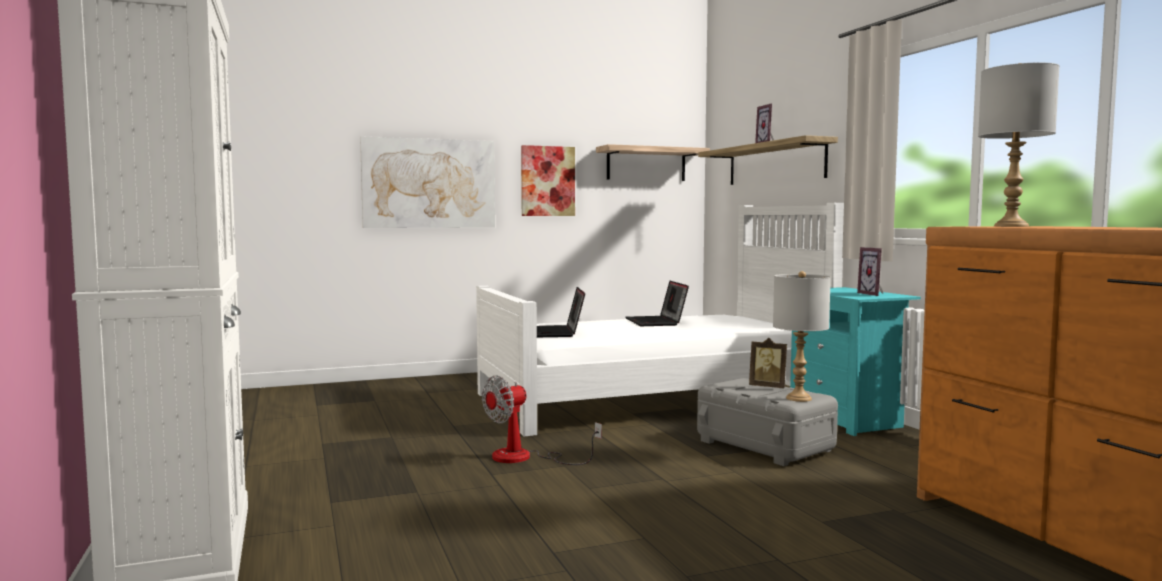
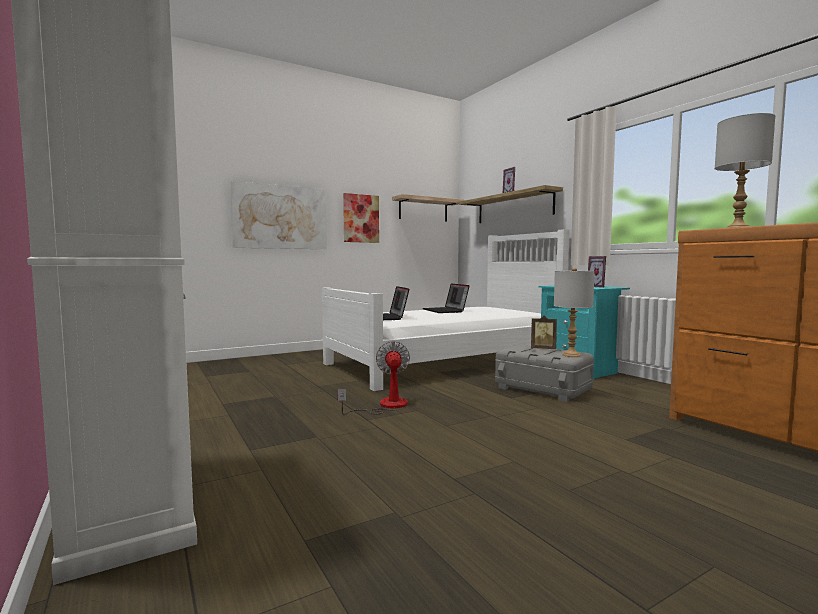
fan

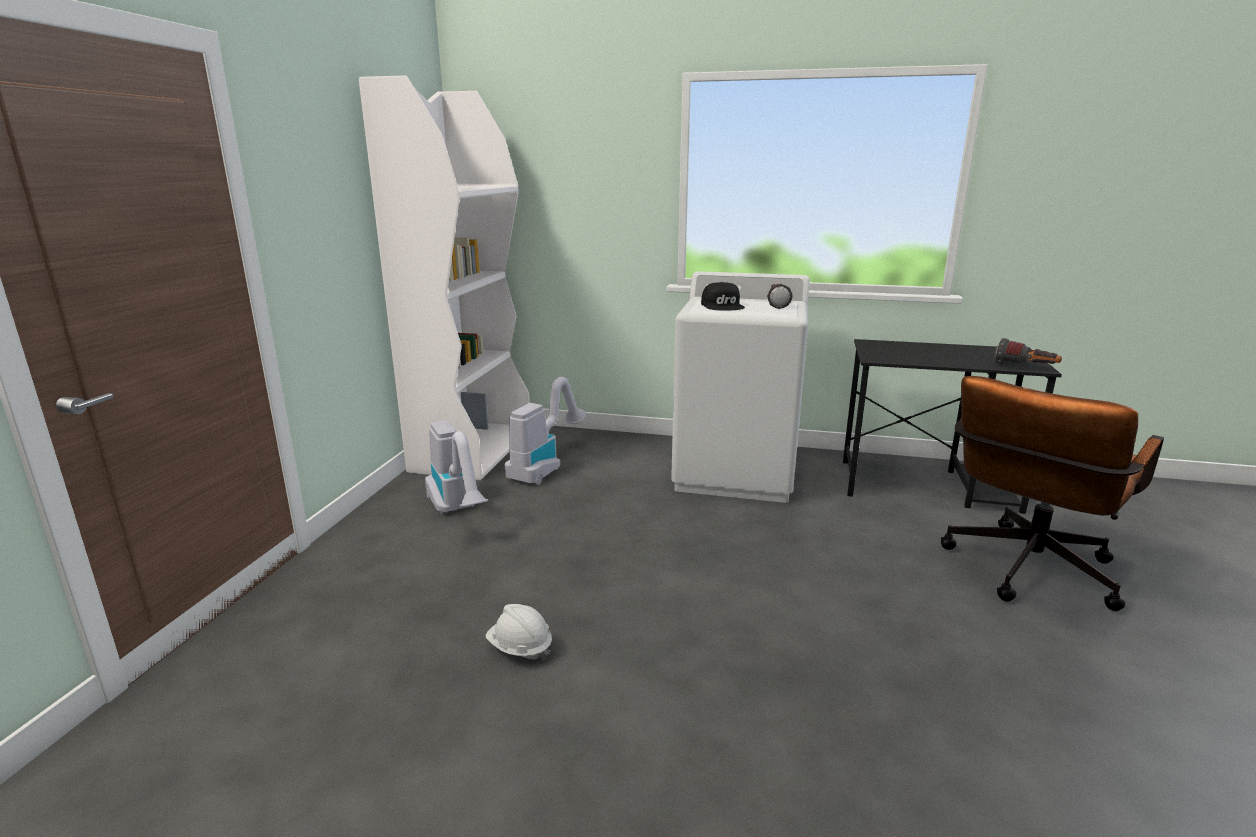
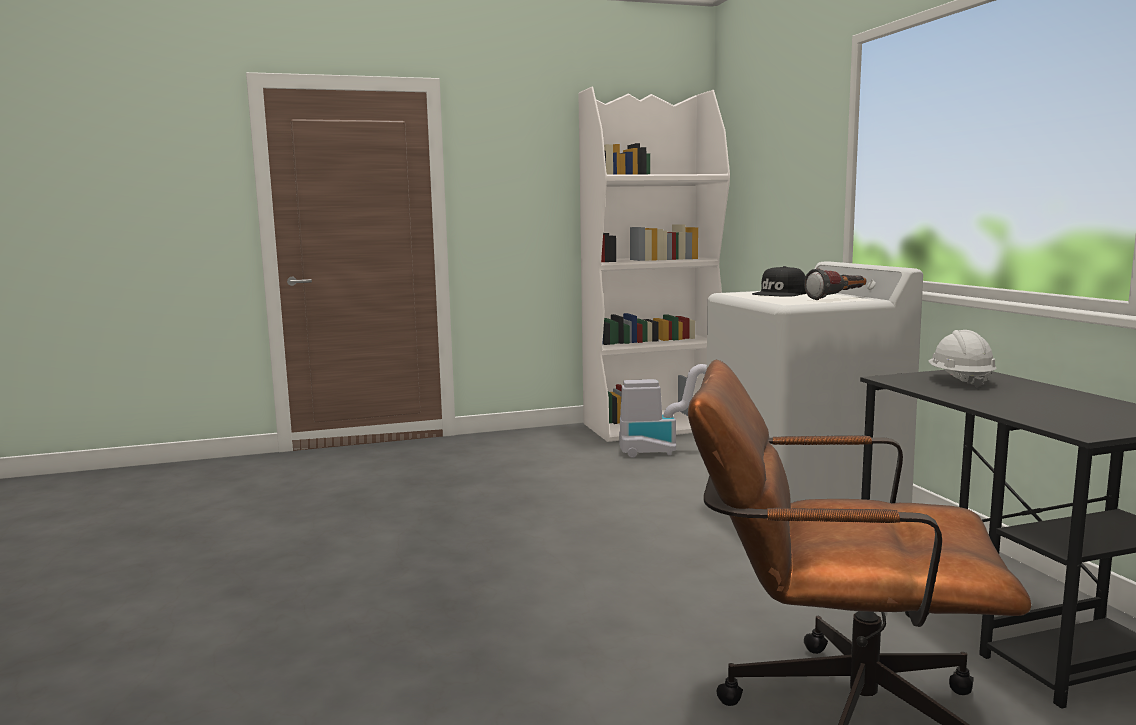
vacuum cleaner (1st from left in the first image); flashlight (2nd from left in the first image); hard hat in white

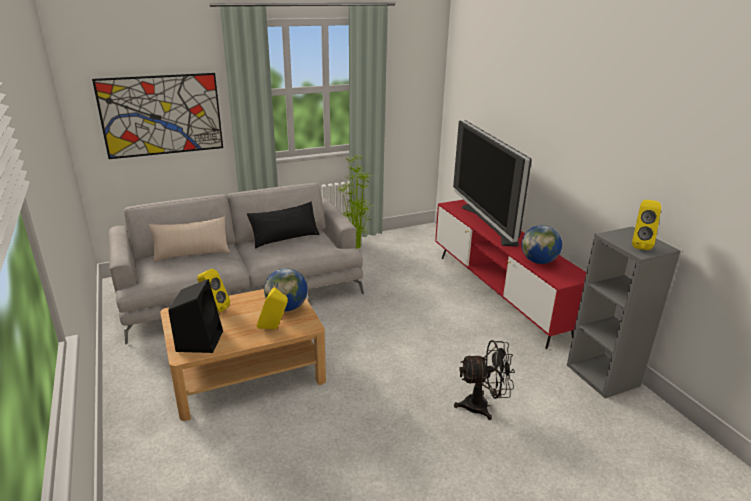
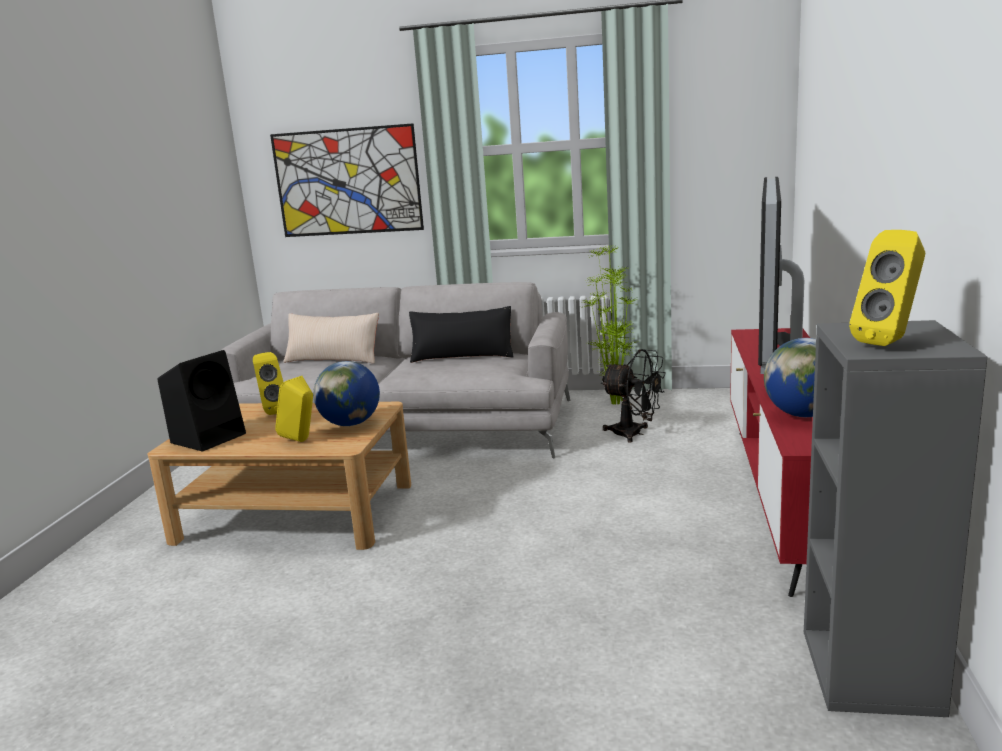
fan in black

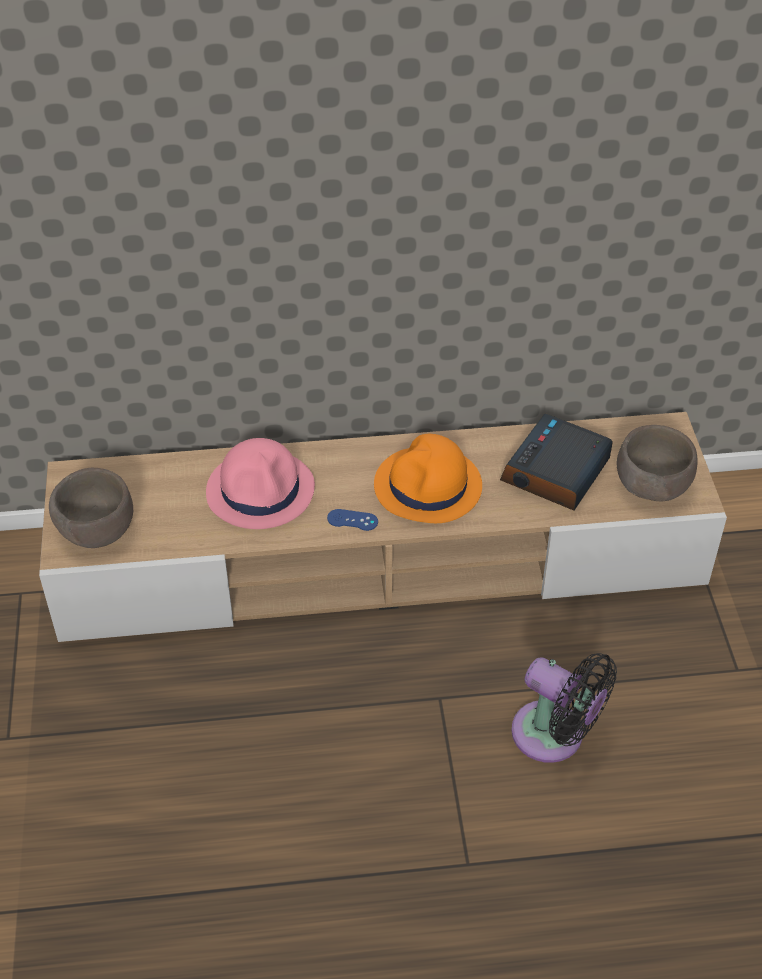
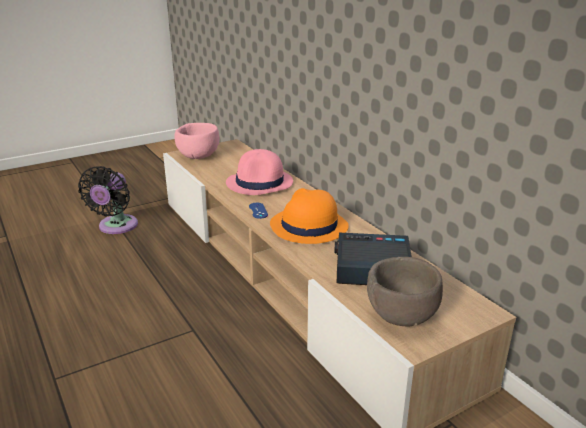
fan in black; bowl in pink

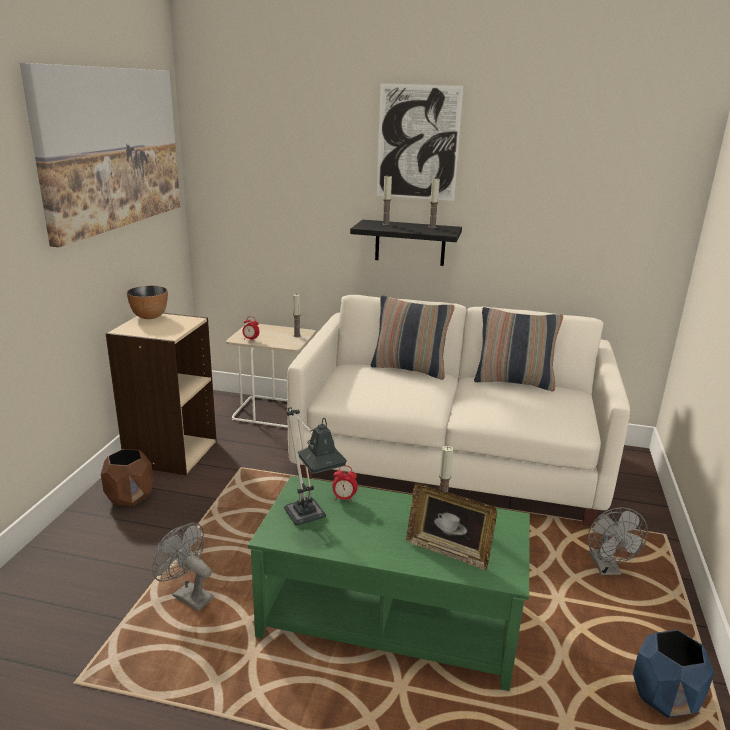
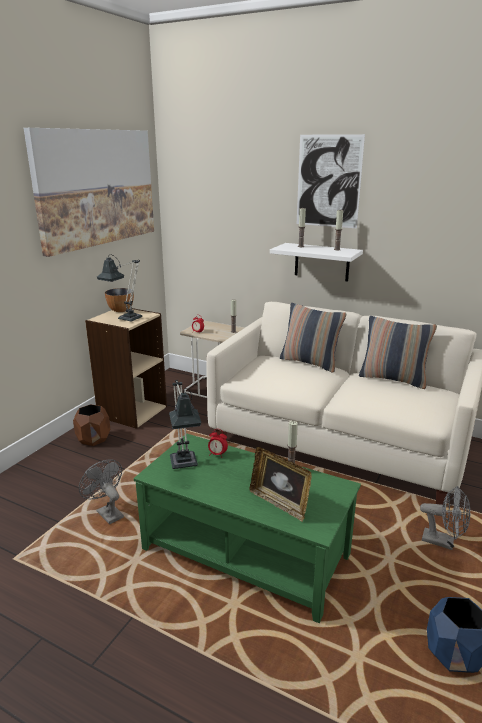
table lamp (1st from left); shelf in white; fan in grey (2nd from left)

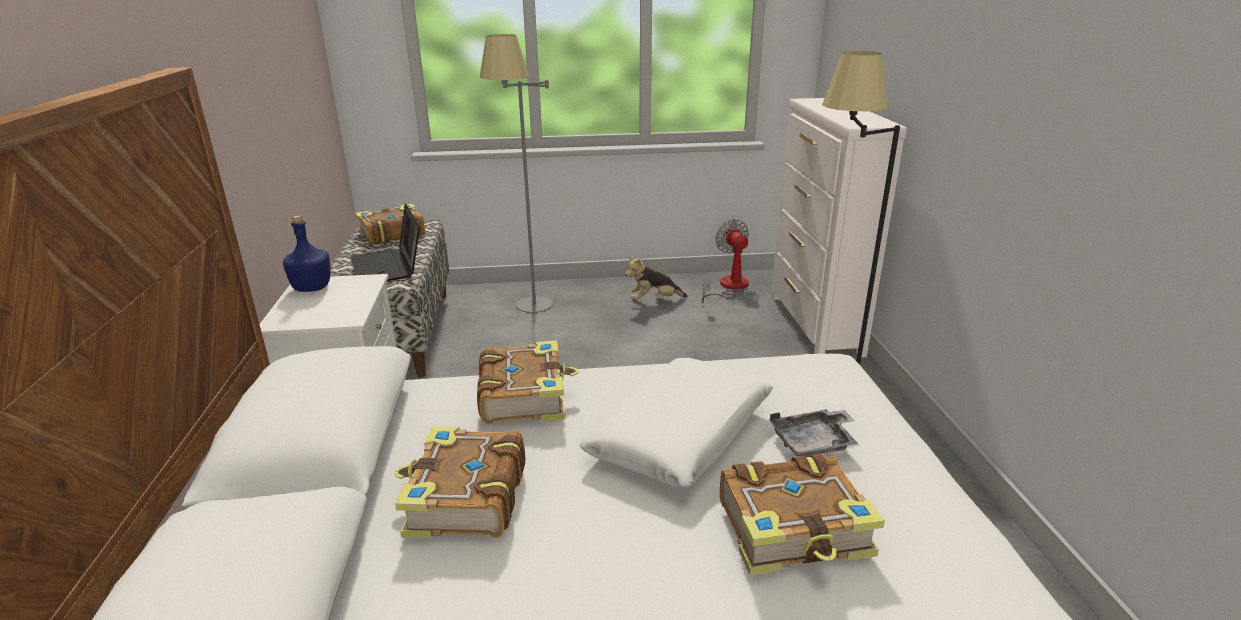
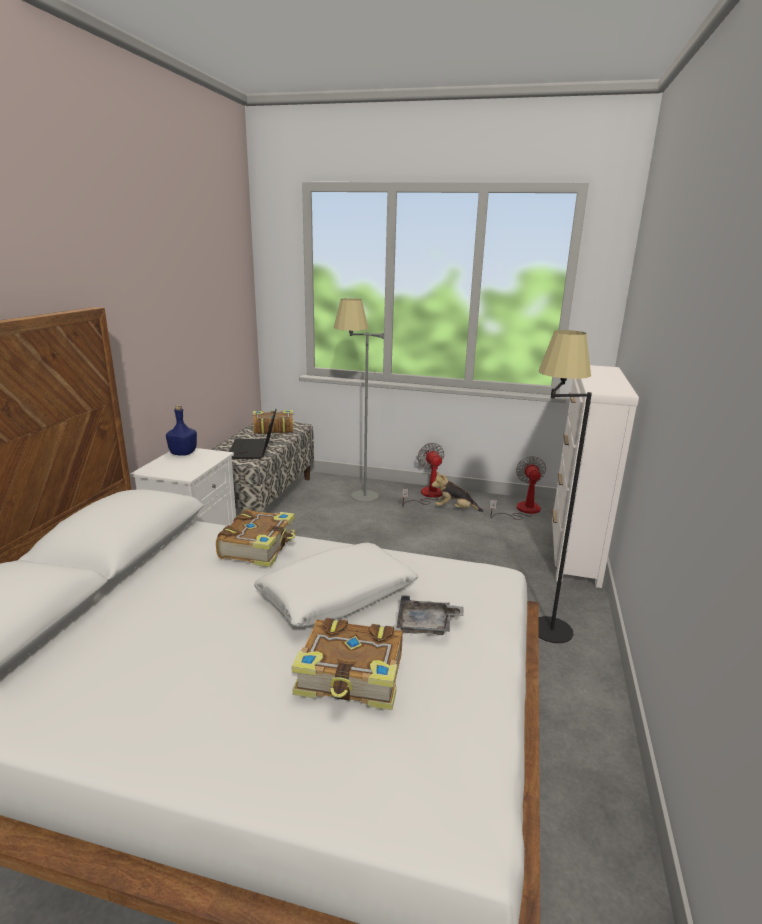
book (2nd from left in the first image); fan (1st from left)

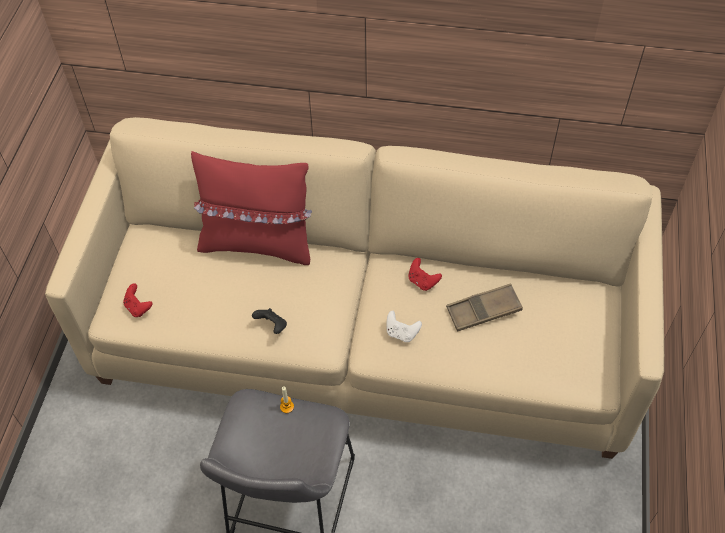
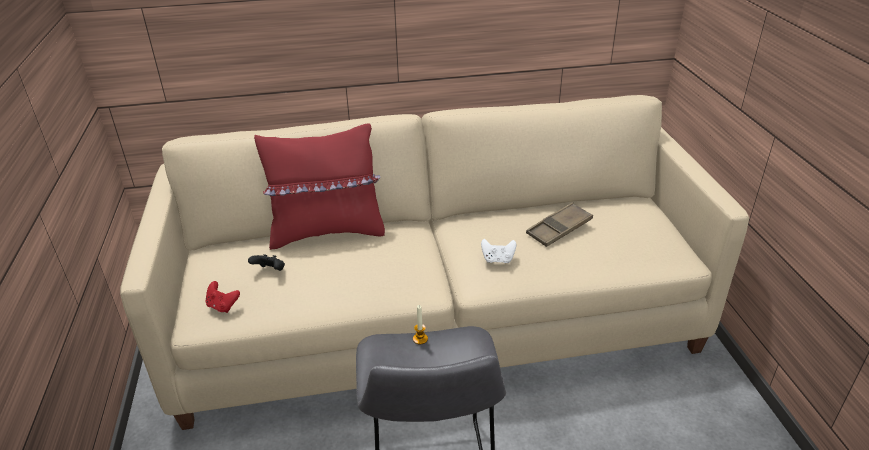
game controller in red (2nd from left in the first image); game controller in black

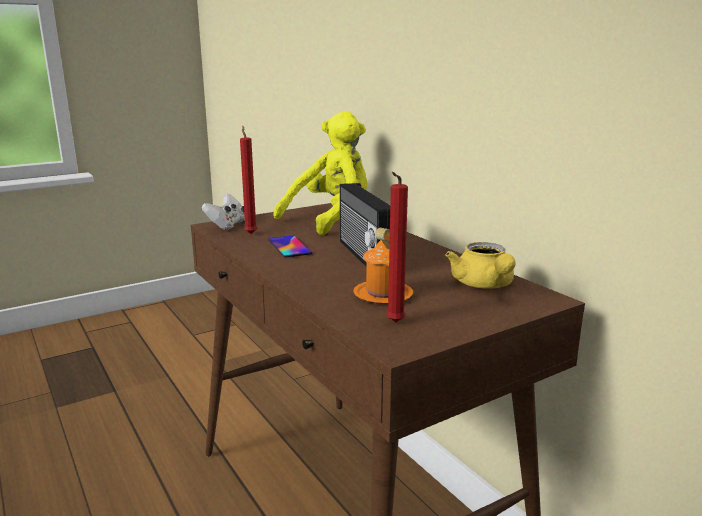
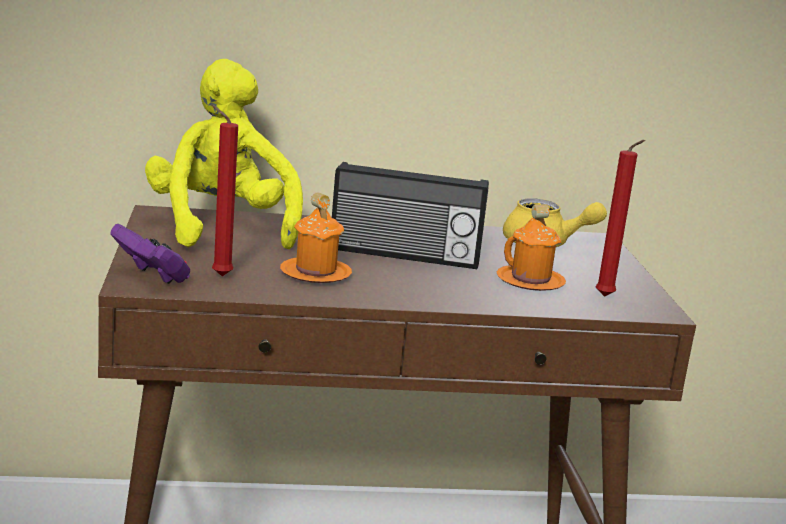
mug in orange (1st from left); game controller in purple

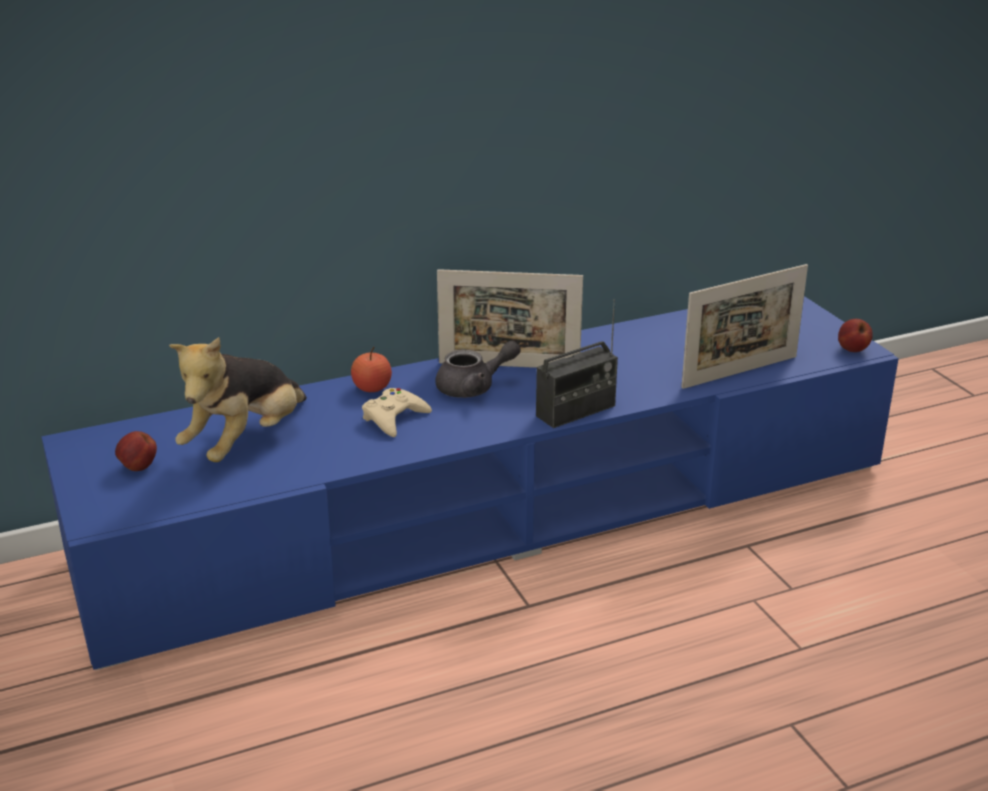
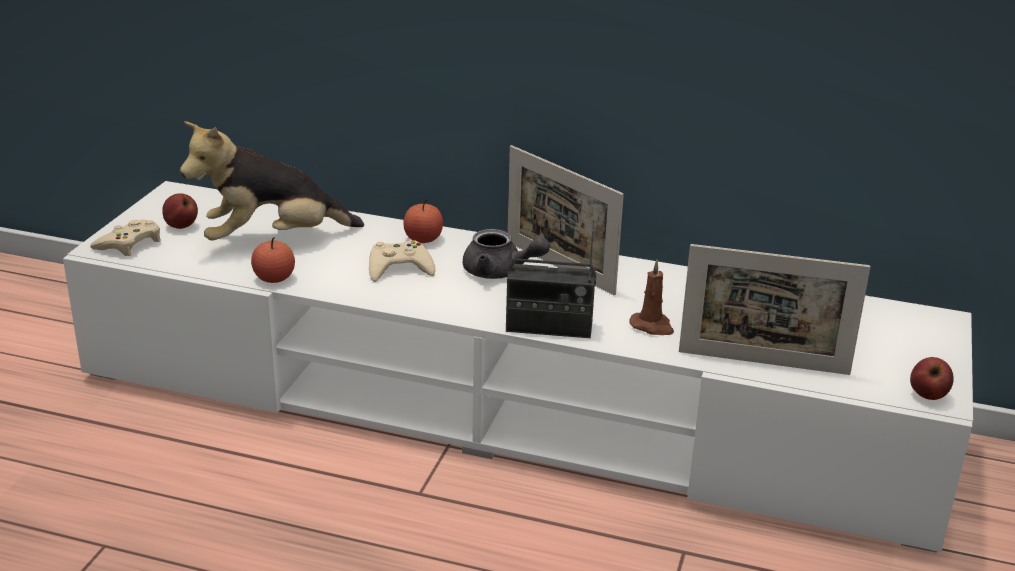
game controller in beige (1st from left); apple (2nd from left); candle in brown; tv stand in white

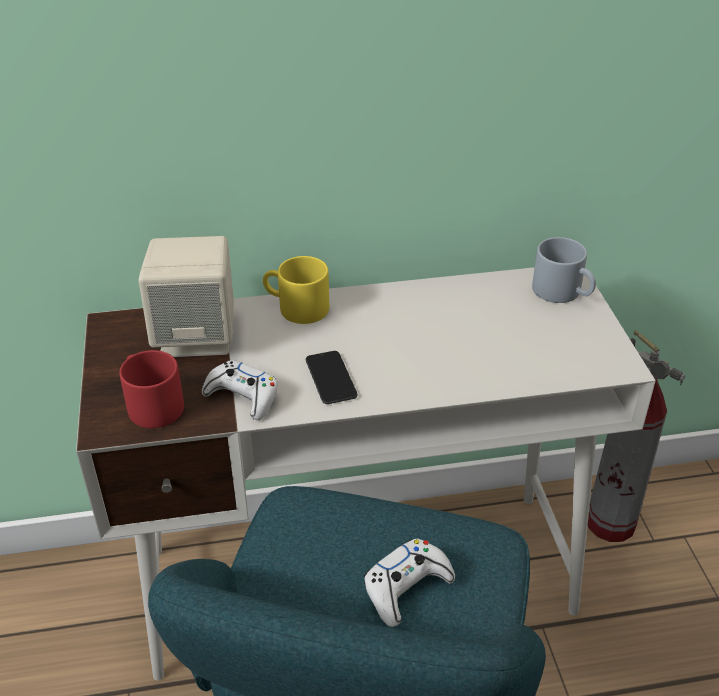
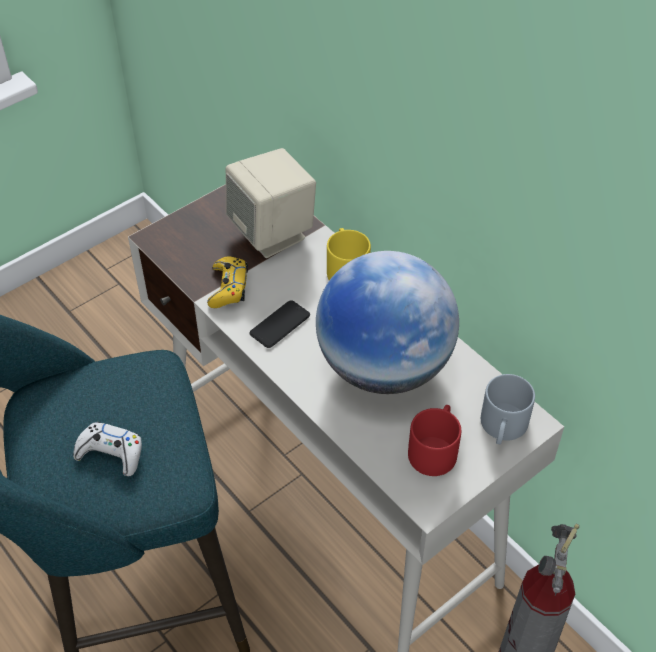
globe; mug in red; game controller in yellow

